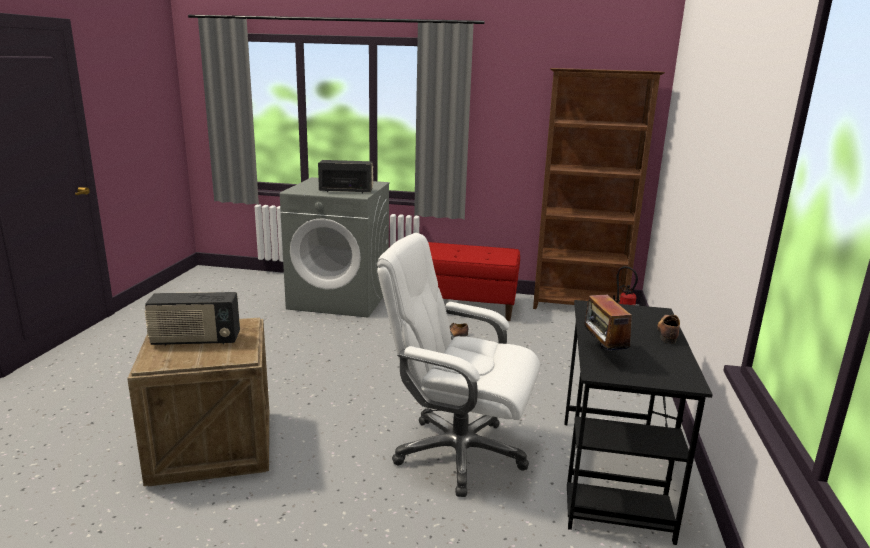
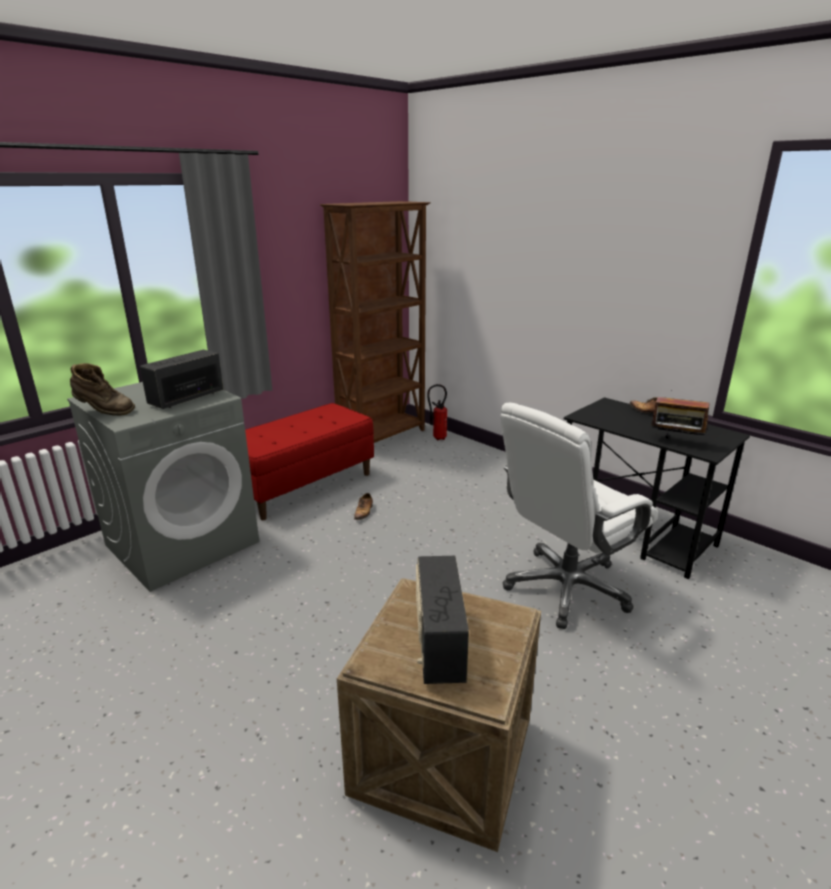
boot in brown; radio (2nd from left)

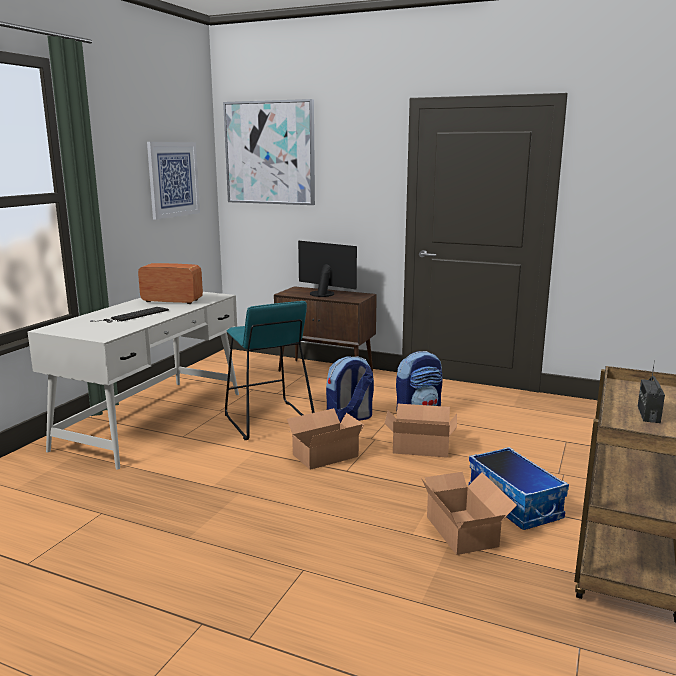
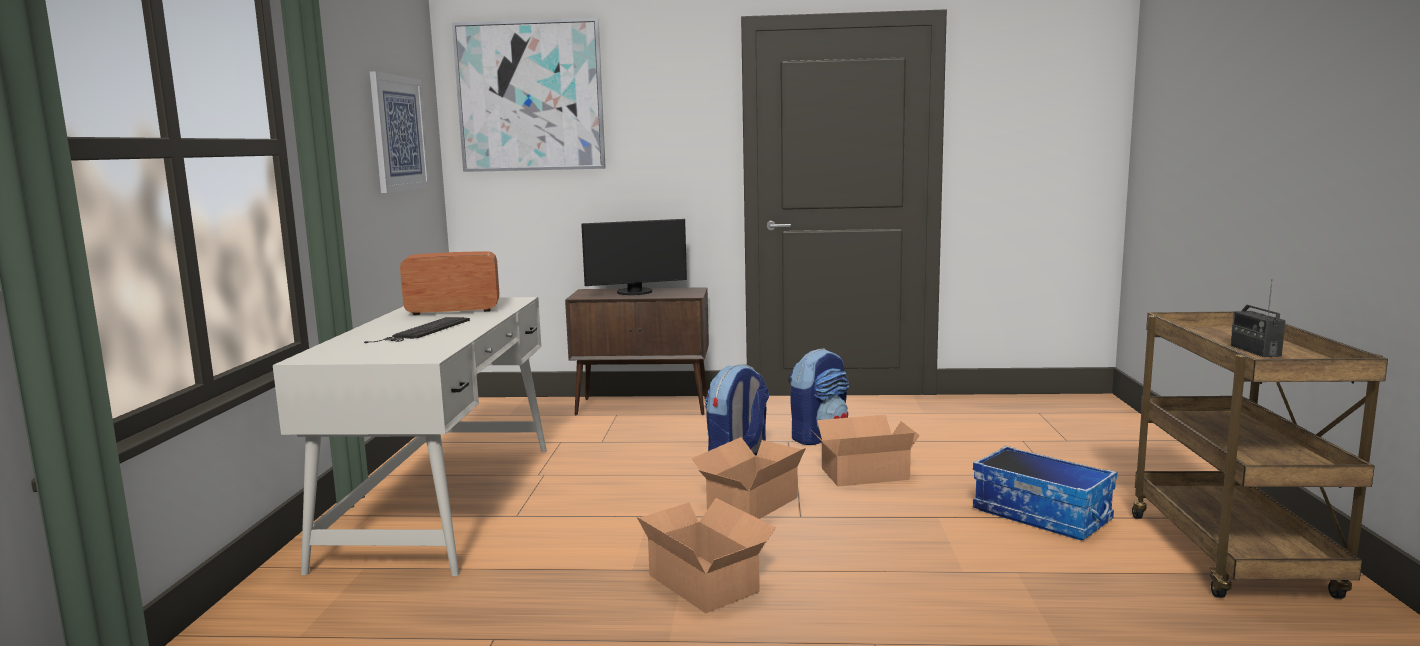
stool in turquoise; cardboard box (1st from left); monitor

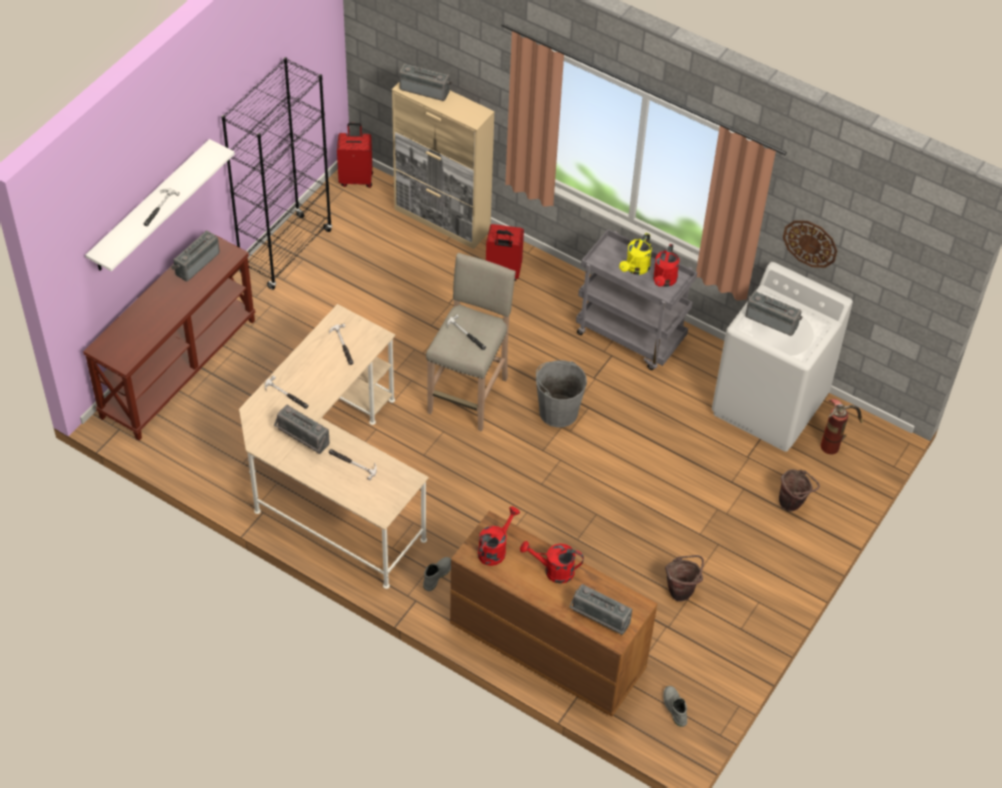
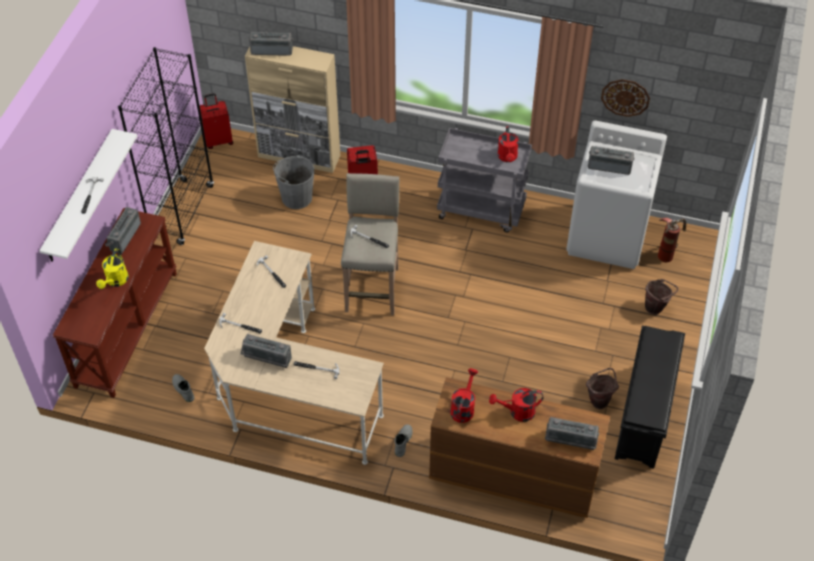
shoe rack in black; bucket in grey; watering can in yellow; boot in grey (1st from left)

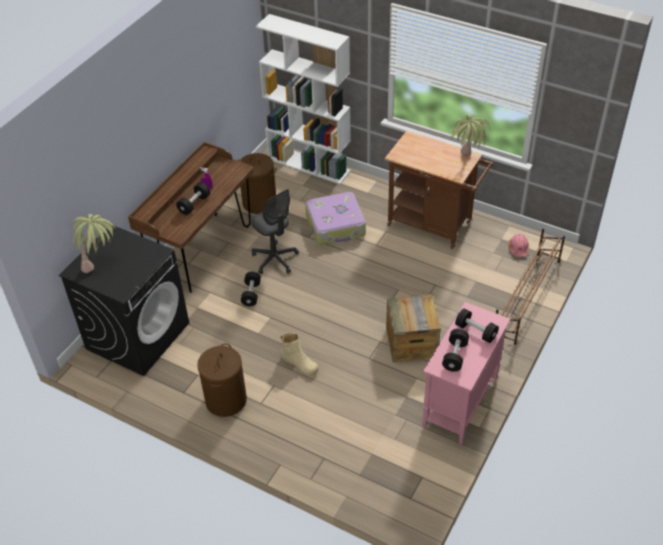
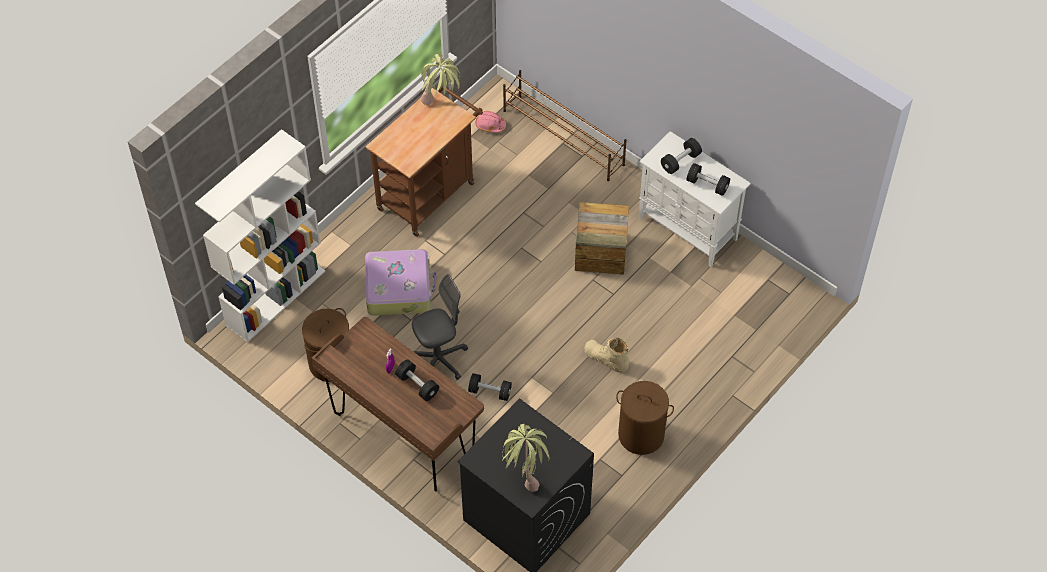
cabinet in white; boot in beige

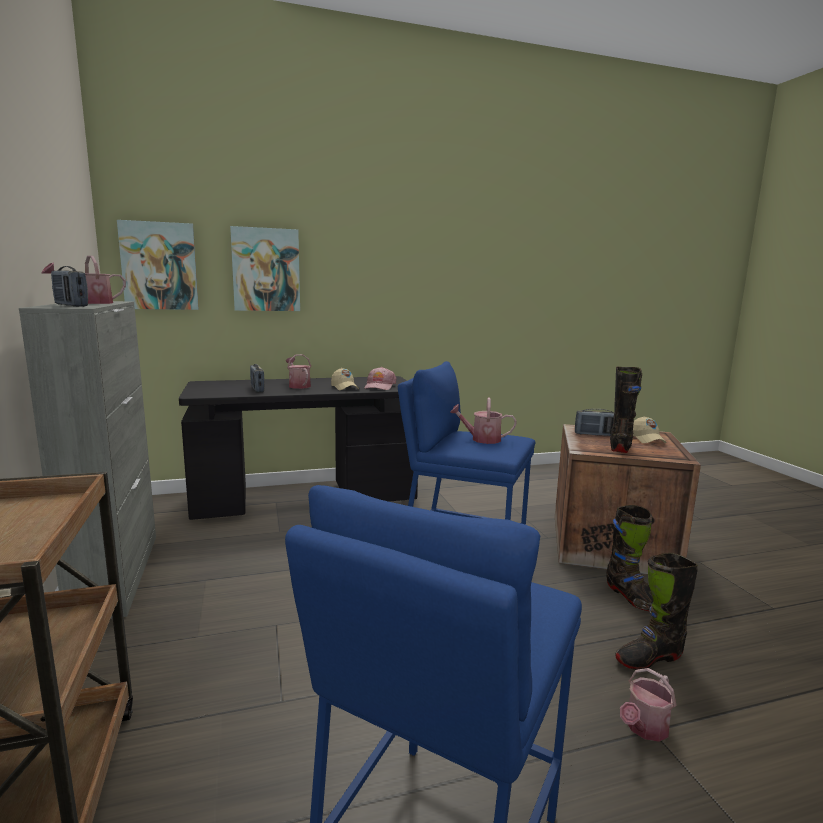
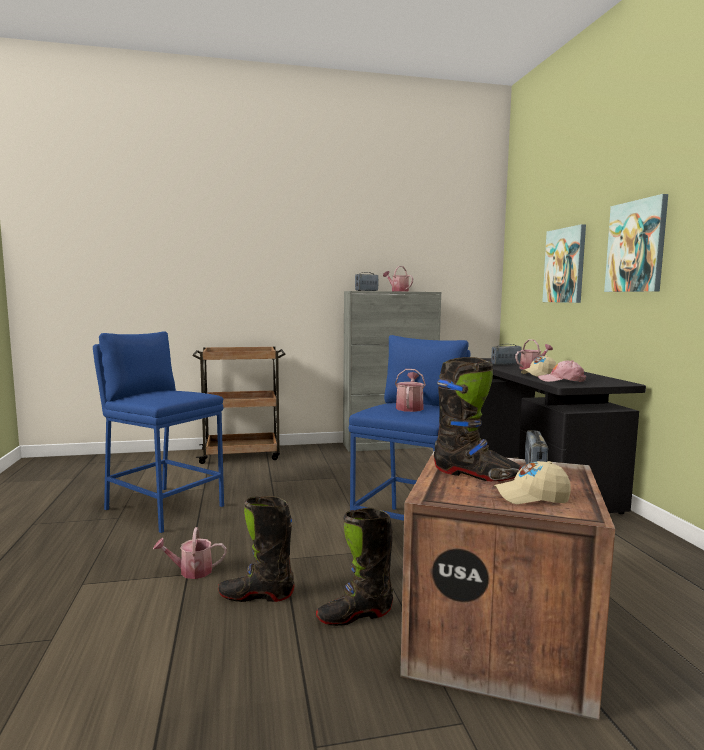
picture (2nd from left); boot in black (1st from left); watering can (1st from left)

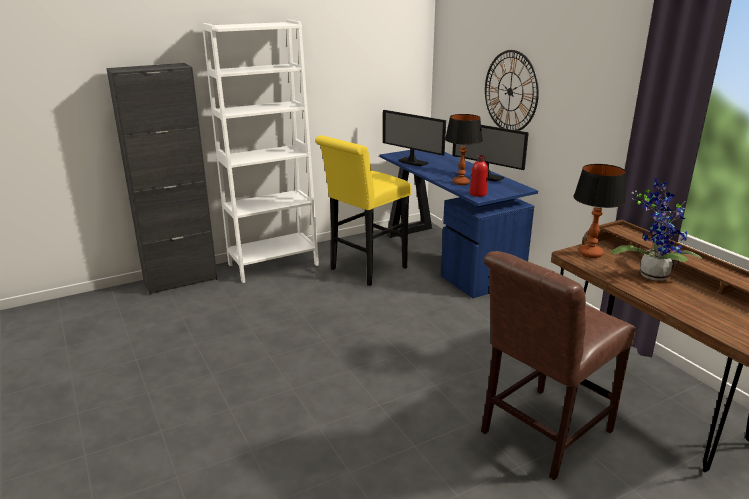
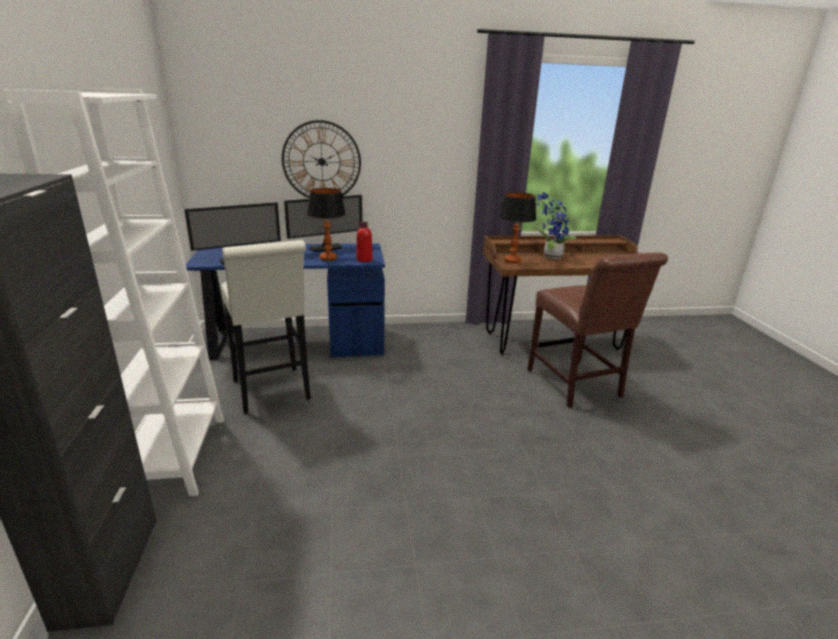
stool in white

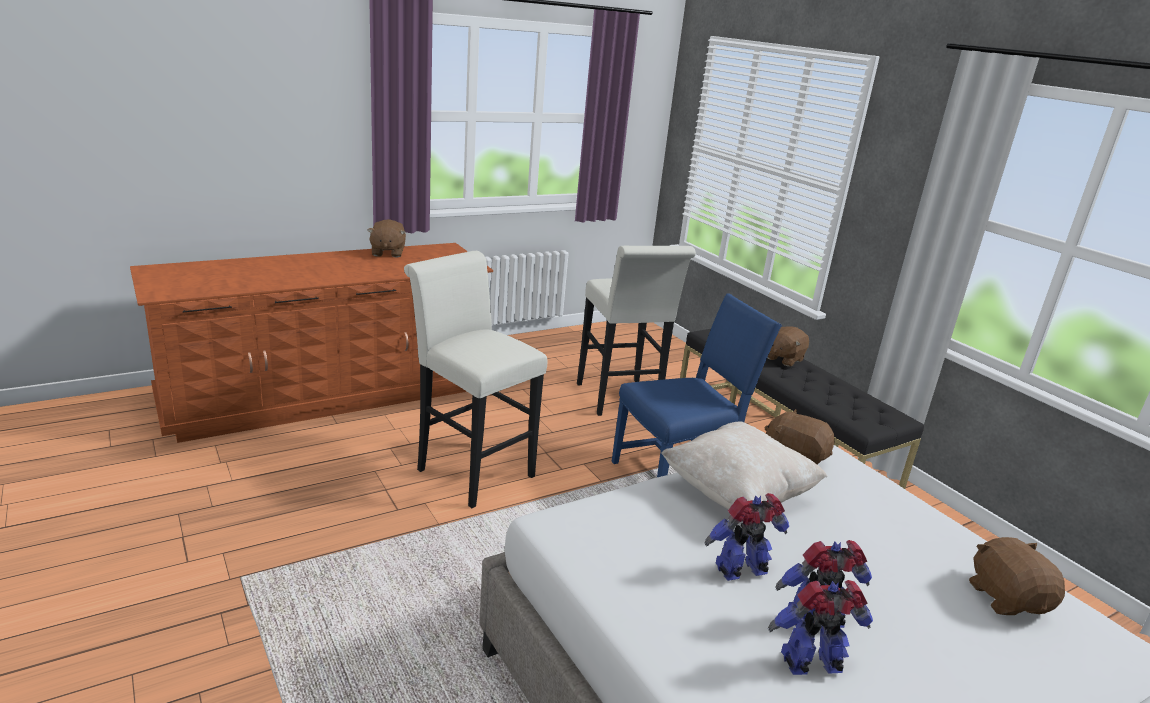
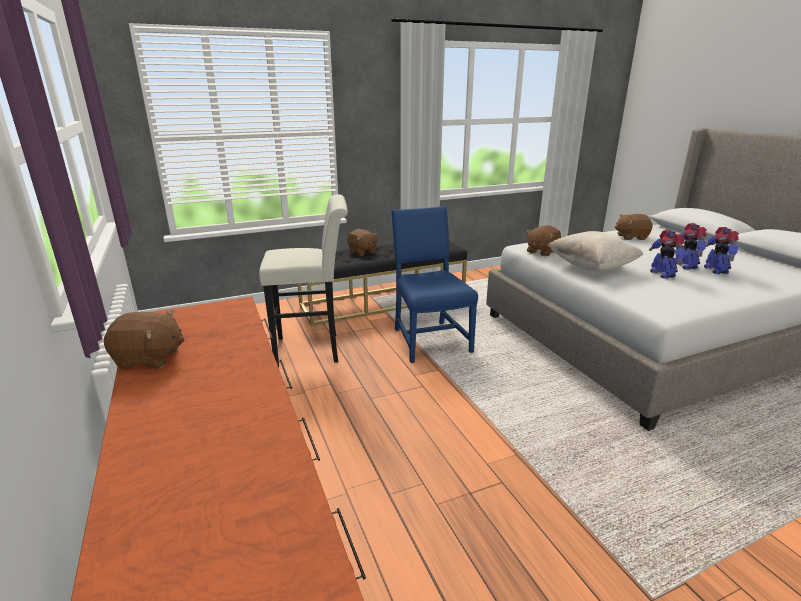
stool in white (1st from left in the first image)

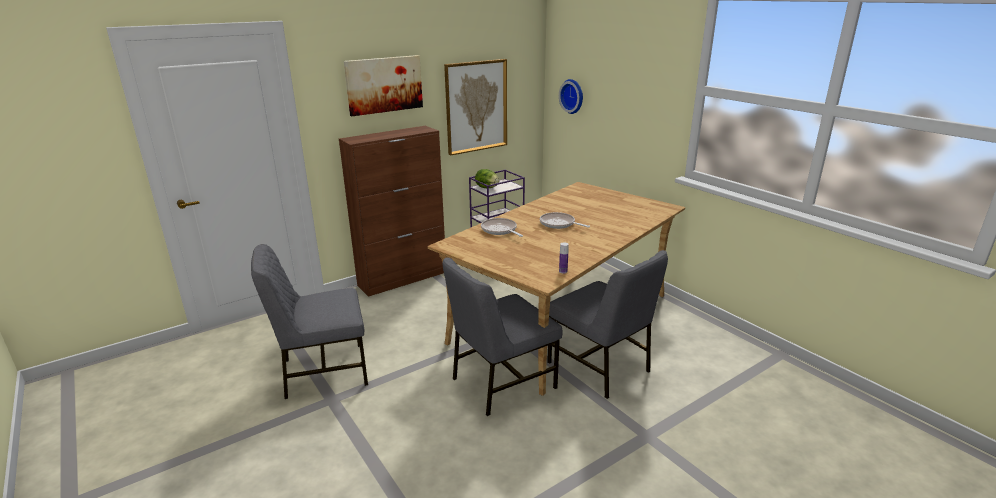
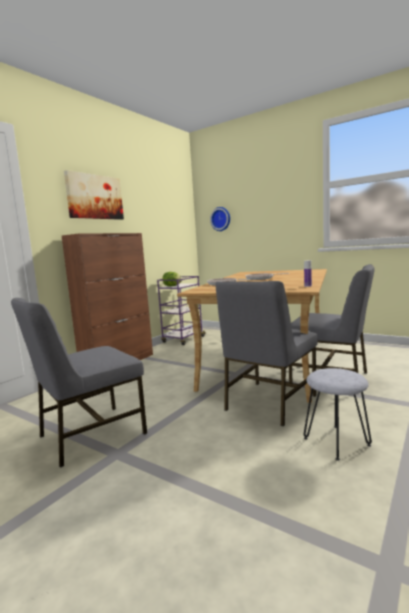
picture (2nd from left in the first image); stool in grey

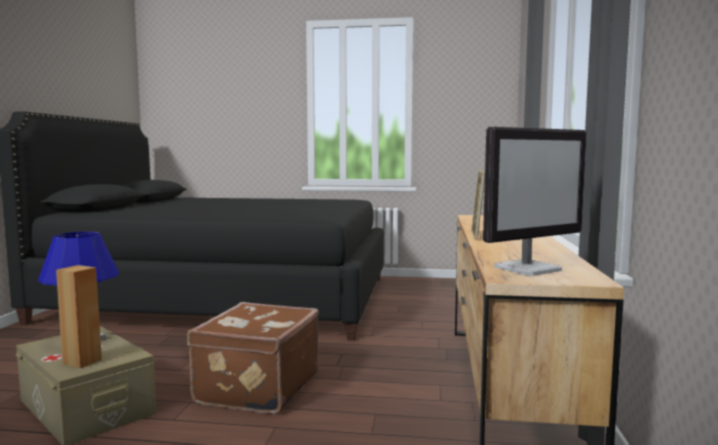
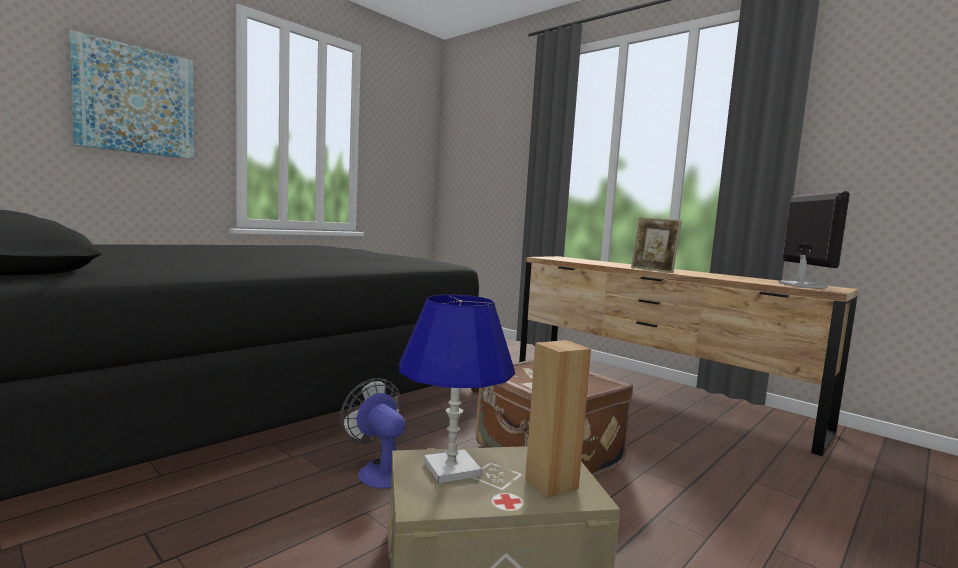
picture; fan

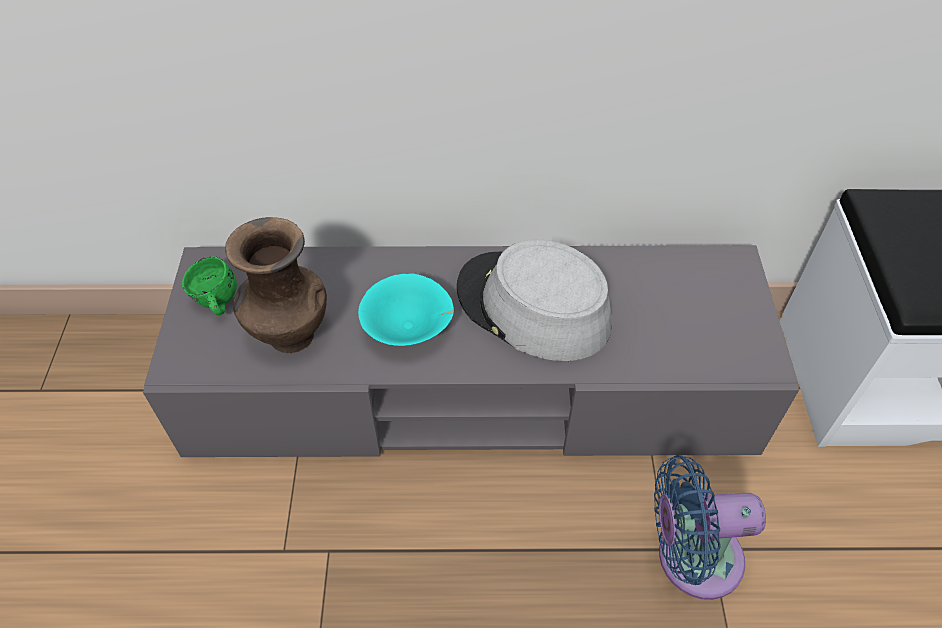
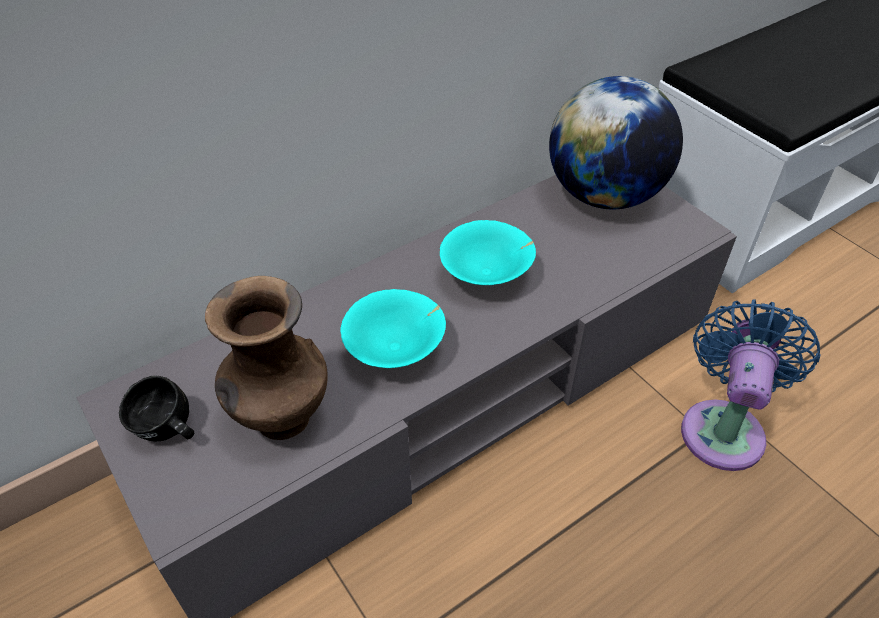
globe; bowl in turquoise (2nd from left); mug in black; fan in blue

